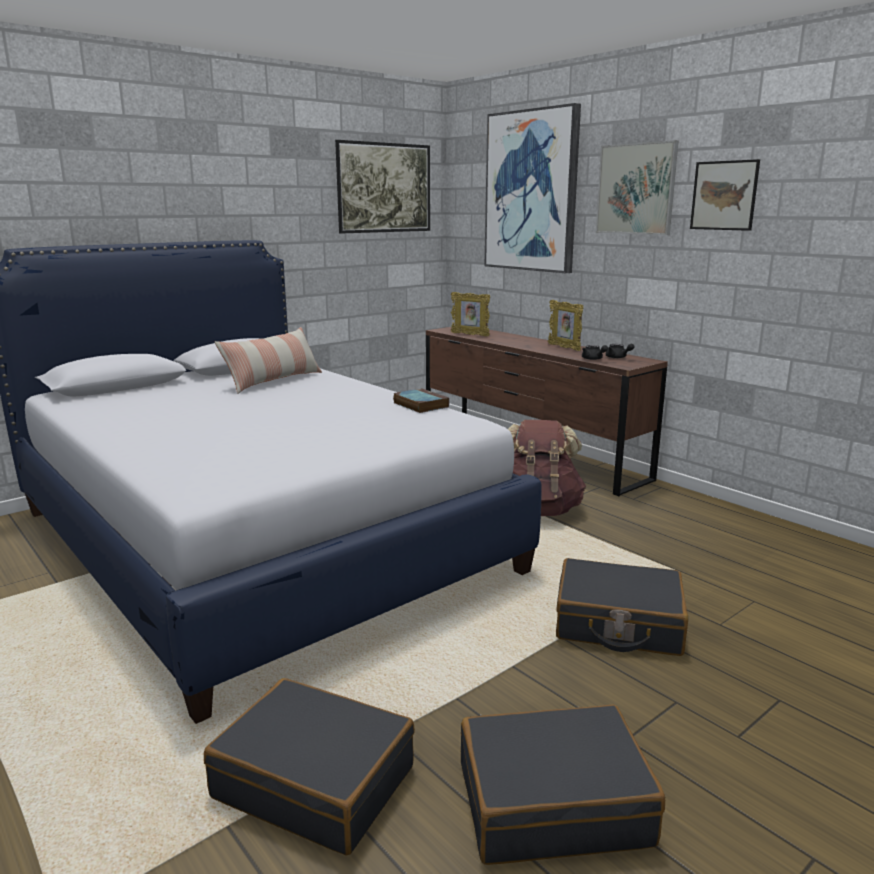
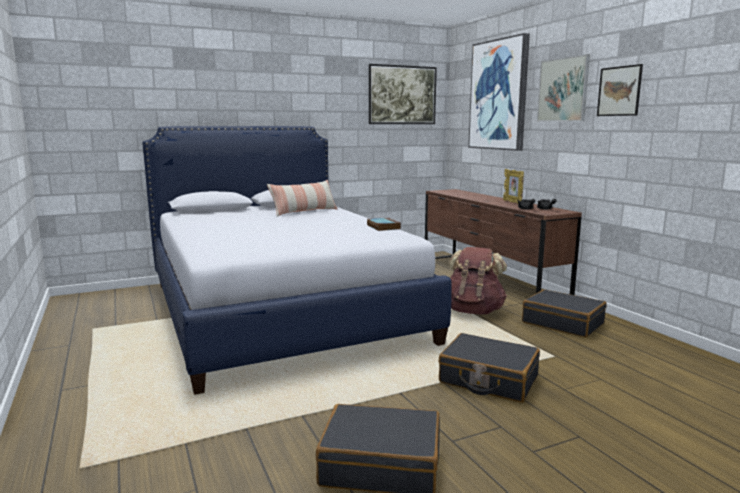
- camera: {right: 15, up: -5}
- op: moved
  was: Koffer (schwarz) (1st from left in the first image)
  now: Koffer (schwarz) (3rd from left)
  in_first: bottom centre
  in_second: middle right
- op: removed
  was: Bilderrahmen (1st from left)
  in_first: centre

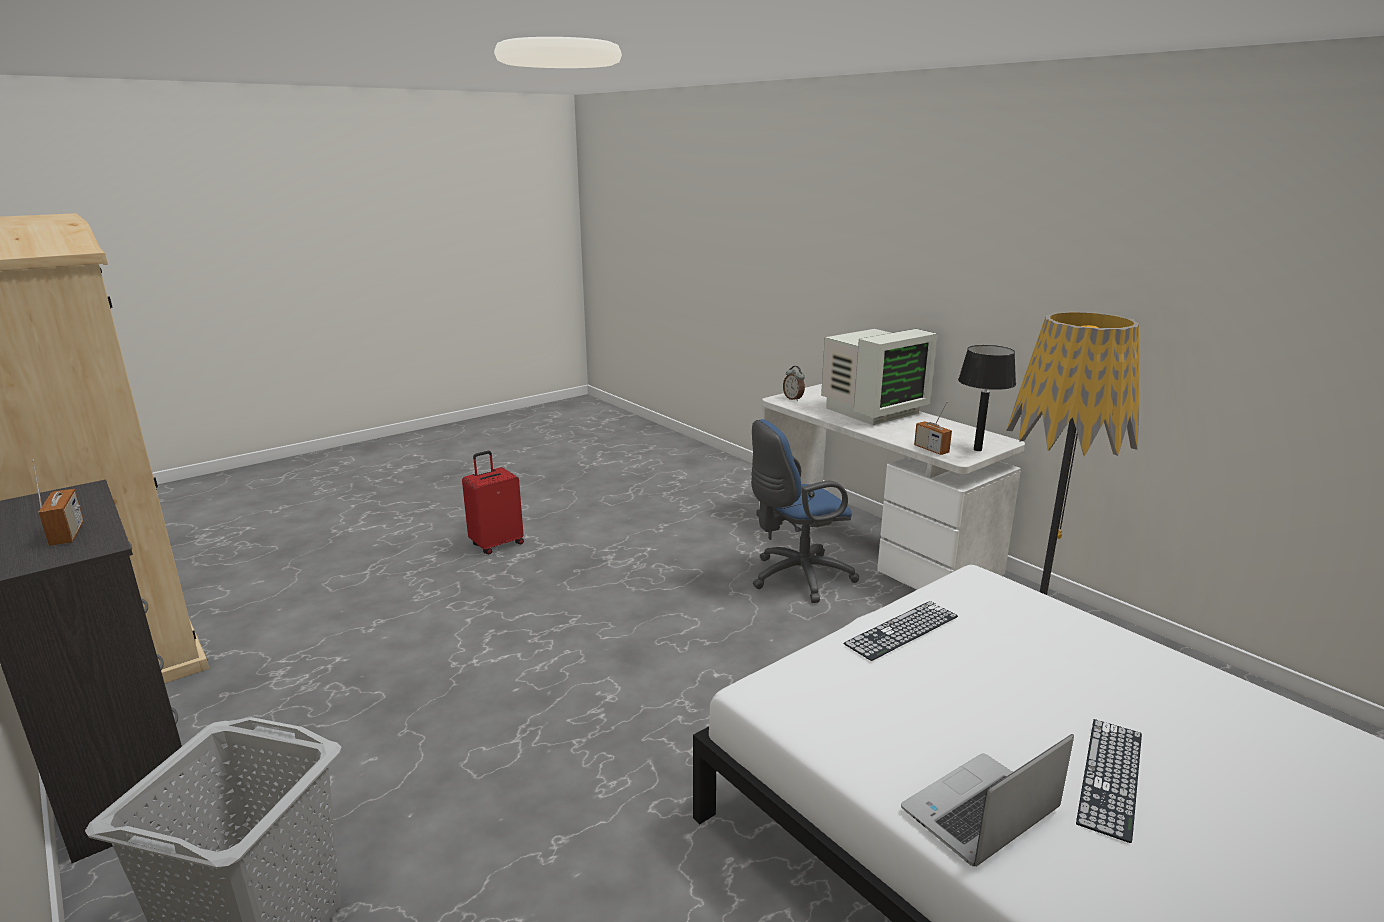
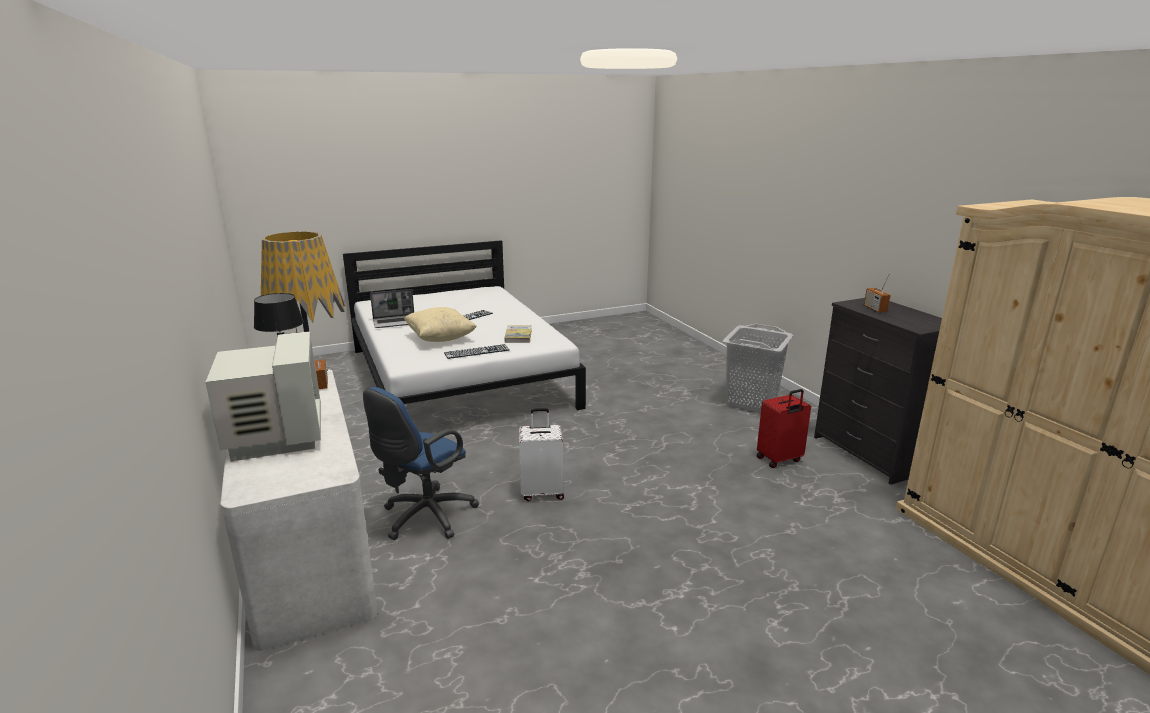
- camera: {right: -165, up: 0}
- op: turned
  was: Monitor
  in_first: centre
  in_second: middle left
  clockwise: 90
- op: turned
  was: Bürostuhl (blau)
  in_first: centre
  in_second: centre
  clockwise: 135
- op: moved
  was: Laptop
  in_first: bottom right
  in_second: centre
- op: added
  now: Kissen (beige)
  in_second: centre
- op: added
  now: Buch
  in_second: centre
- op: added
  now: Koffer (weiß)
  in_second: centre
- op: moved
  was: Koffer (rot)
  in_first: centre
  in_second: middle right
- op: removed
  was: Wecker
  in_first: centre

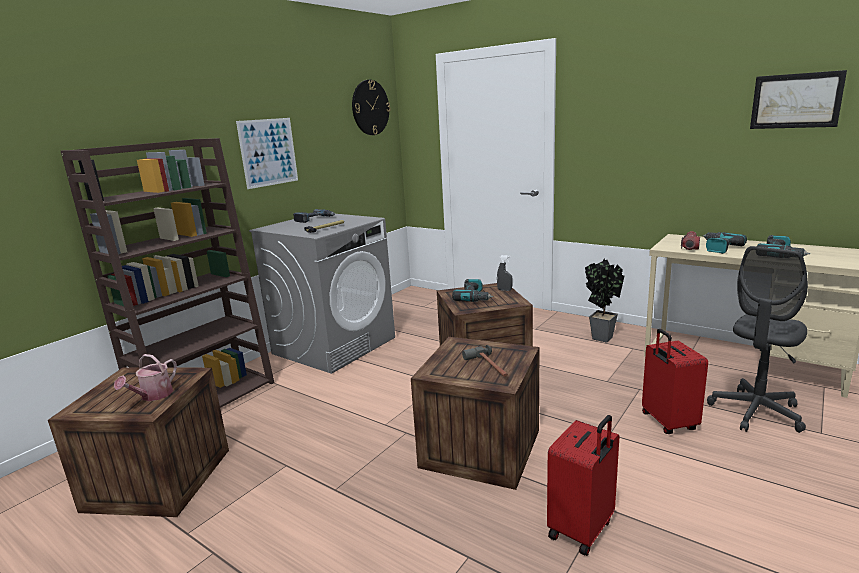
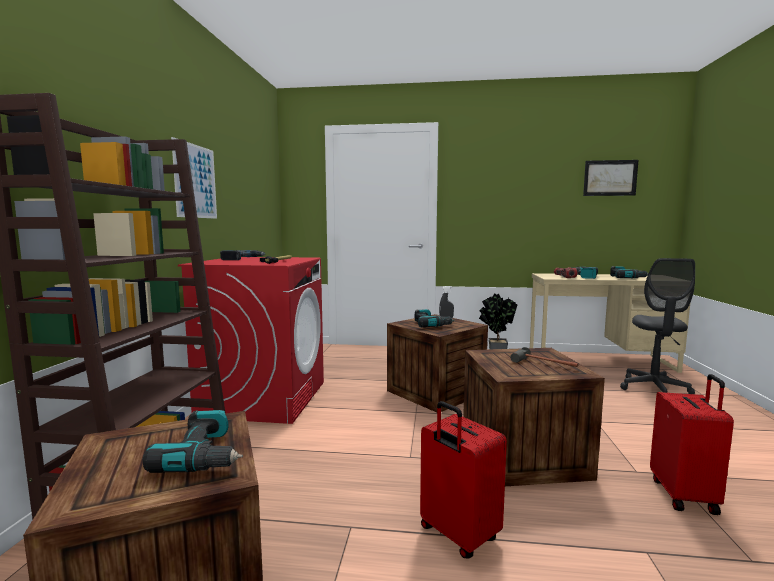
- camera: {right: -30, up: -10}
- op: replaced
  was: Gießkanne
  now: Bohrmaschine (1st from left)
  in_first: middle left
  in_second: bottom left
- op: recoloured
  was: Waschmaschine (grau)
  now: Waschmaschine (rot)
  in_first: centre
  in_second: middle left
- op: moved
  was: Koffer (rot) (2nd from left in the first image)
  now: Koffer (rot) (1st from left)
  in_first: middle right
  in_second: bottom centre
- op: removed
  was: Wanduhr
  in_first: top centre

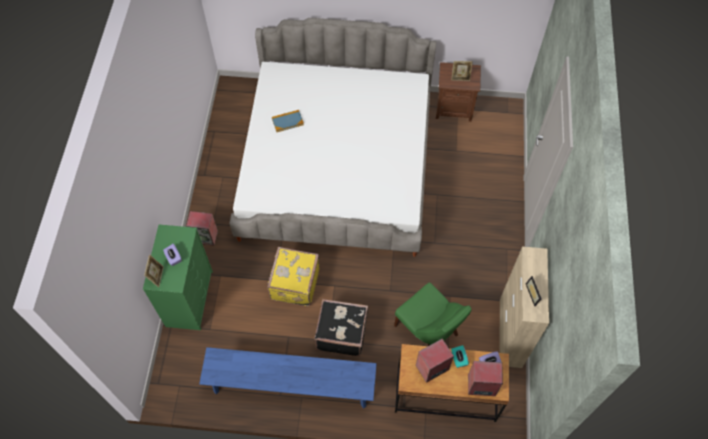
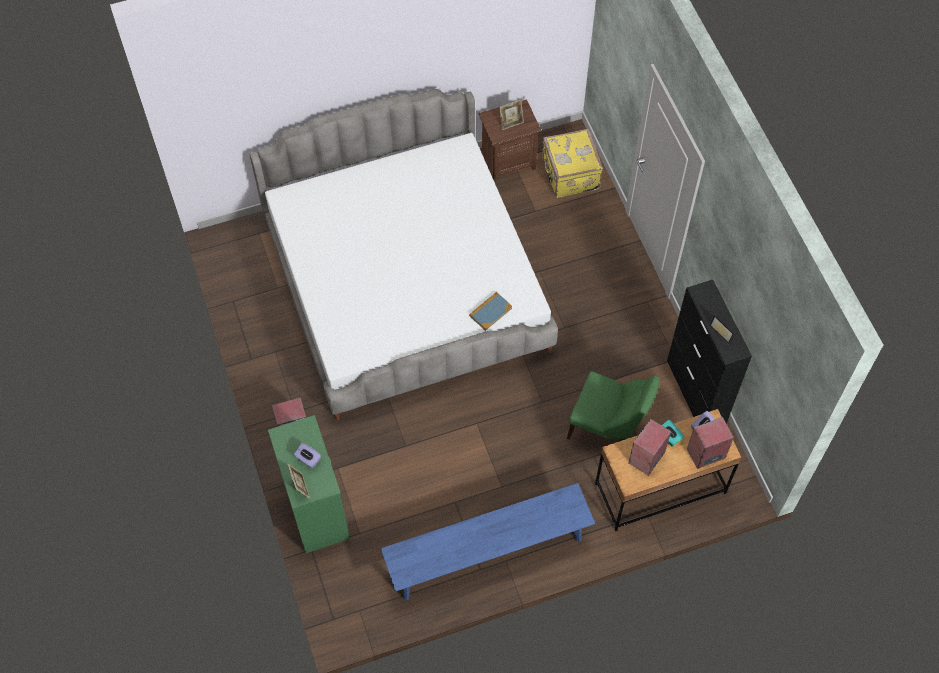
- camera: {right: -25, up: 0}
- op: moved
  was: Buch
  in_first: top centre
  in_second: centre
- op: moved
  was: Koffer (gelb)
  in_first: centre
  in_second: top centre
- op: recoloured
  was: Schrank (beige)
  now: Schrank (schwarz)
  in_first: bottom right
  in_second: middle right
- op: removed
  was: Koffer (schwarz)
  in_first: bottom centre

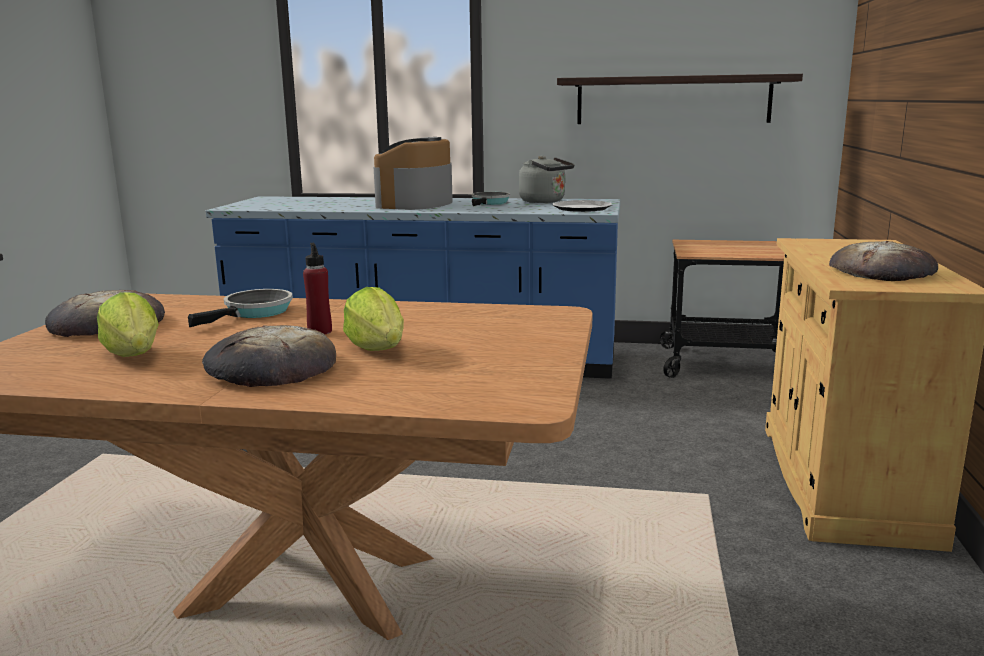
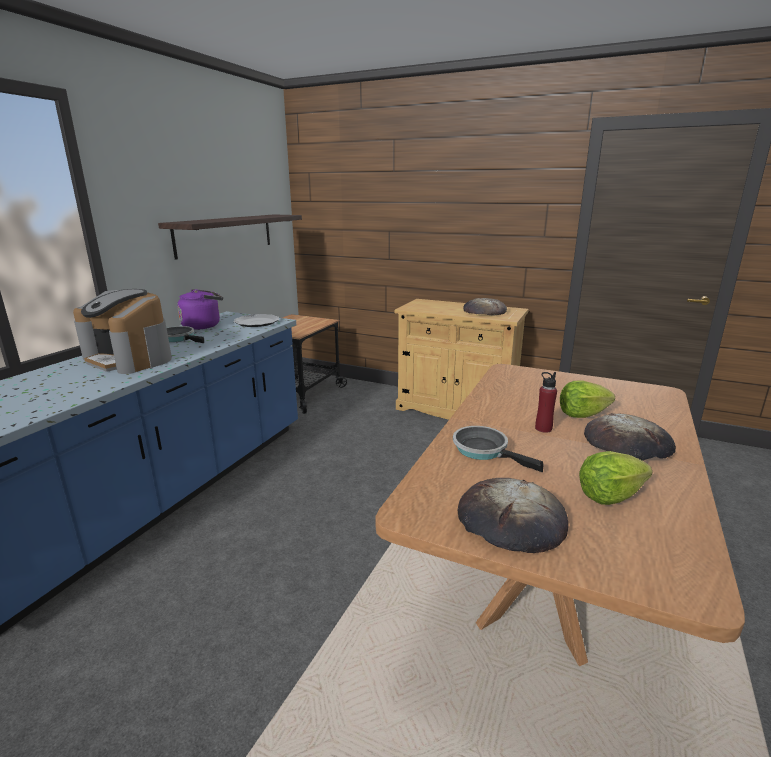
- camera: {right: -75, up: 5}
- op: recoloured
  was: Wasserkessel (grau)
  now: Wasserkessel (lila)
  in_first: top centre
  in_second: middle left

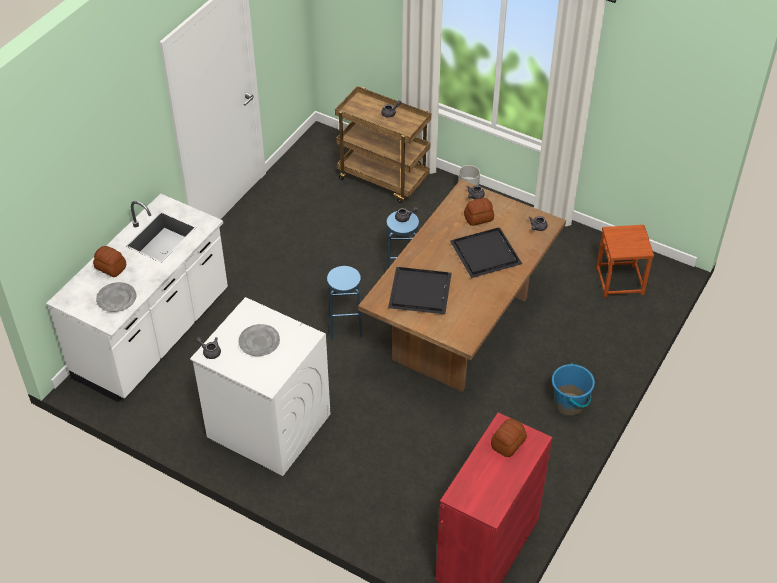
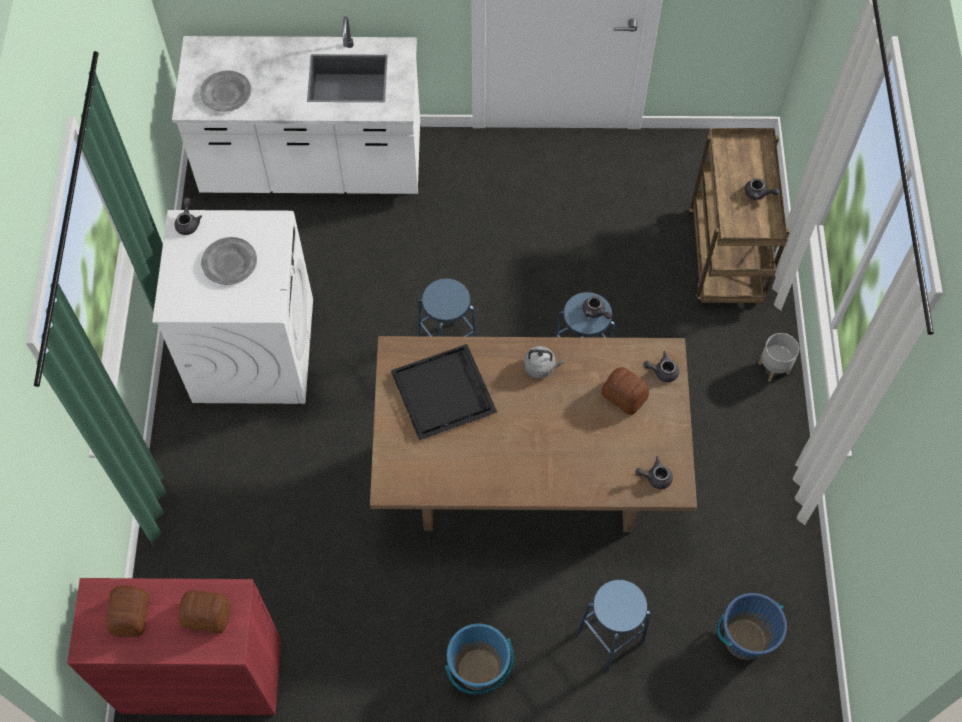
- camera: {right: 60, up: 15}
- op: moved
  was: Brot (1st from left)
  in_first: middle left
  in_second: bottom left
- op: added
  now: Wasserkessel (grau)
  in_second: centre
- op: added
  now: Hocker (blau) (3rd from left)
  in_second: bottom centre
- op: replaced
  was: Hocker (braun)
  now: Eimer (blau) (2nd from left)
  in_first: middle right
  in_second: bottom right
- op: removed
  was: Tablett (schwarz) (2nd from left)
  in_first: centre

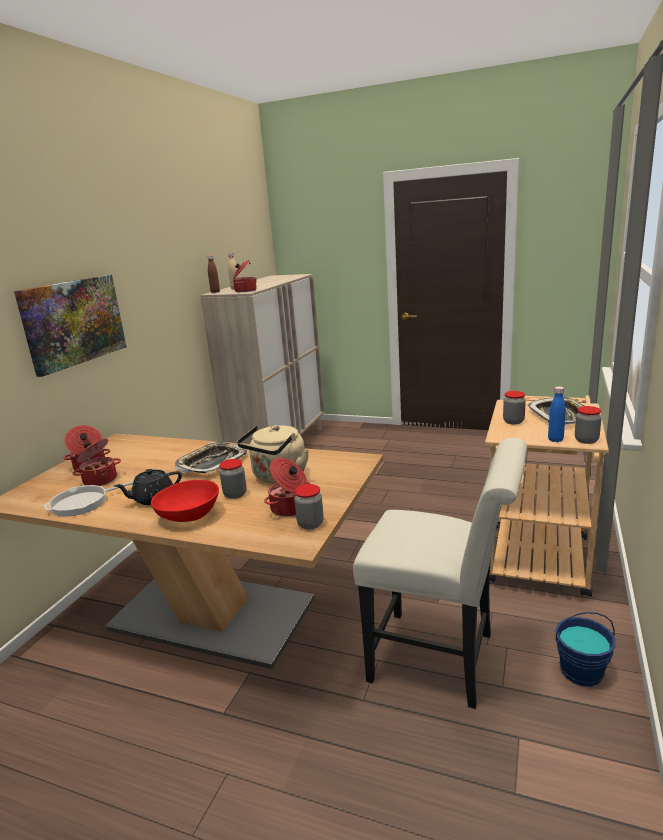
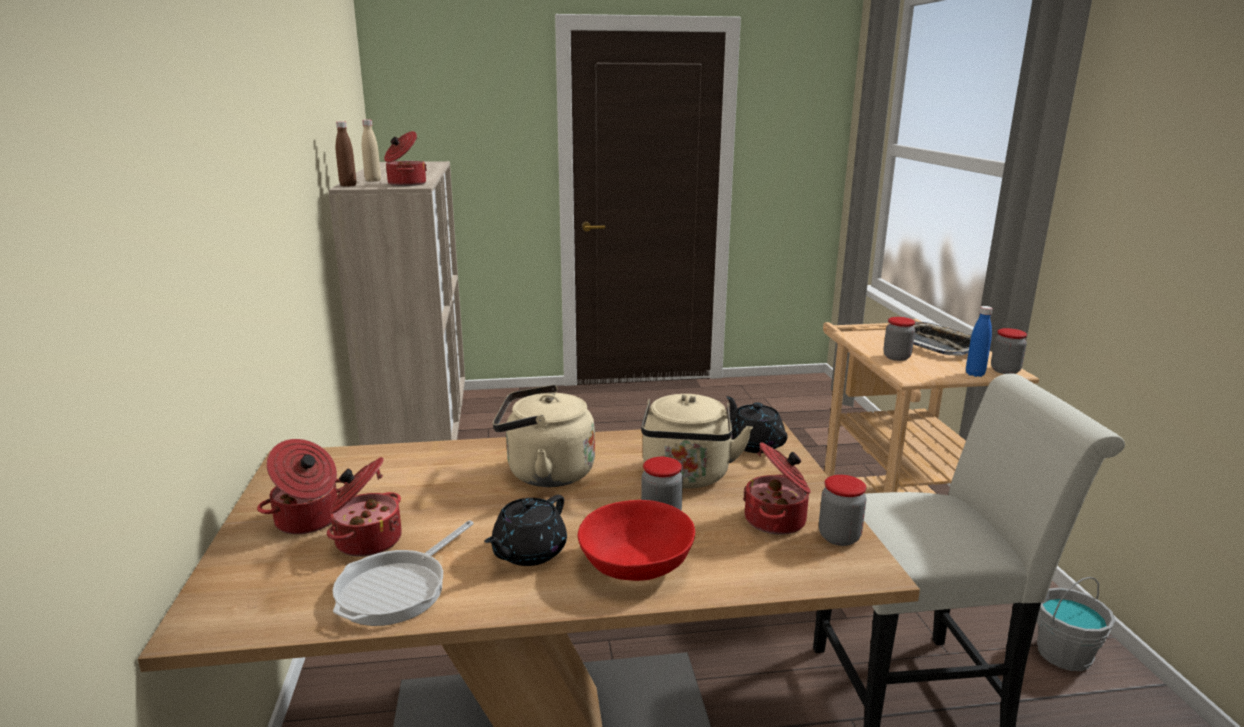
- camera: {right: -30, up: 0}
- op: replaced
  was: Tablett (1st from left)
  now: Wasserkessel (beige) (1st from left)
  in_first: middle left
  in_second: centre
- op: added
  now: Teekanne (schwarz) (2nd from left)
  in_second: centre
- op: recoloured
  was: Eimer (blau)
  now: Eimer (grau)
  in_first: bottom right
  in_second: bottom right
- op: removed
  was: Bild
  in_first: middle left

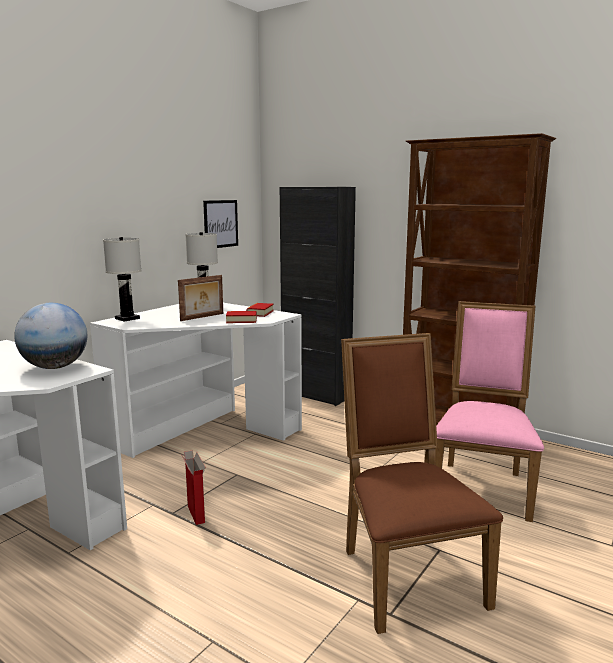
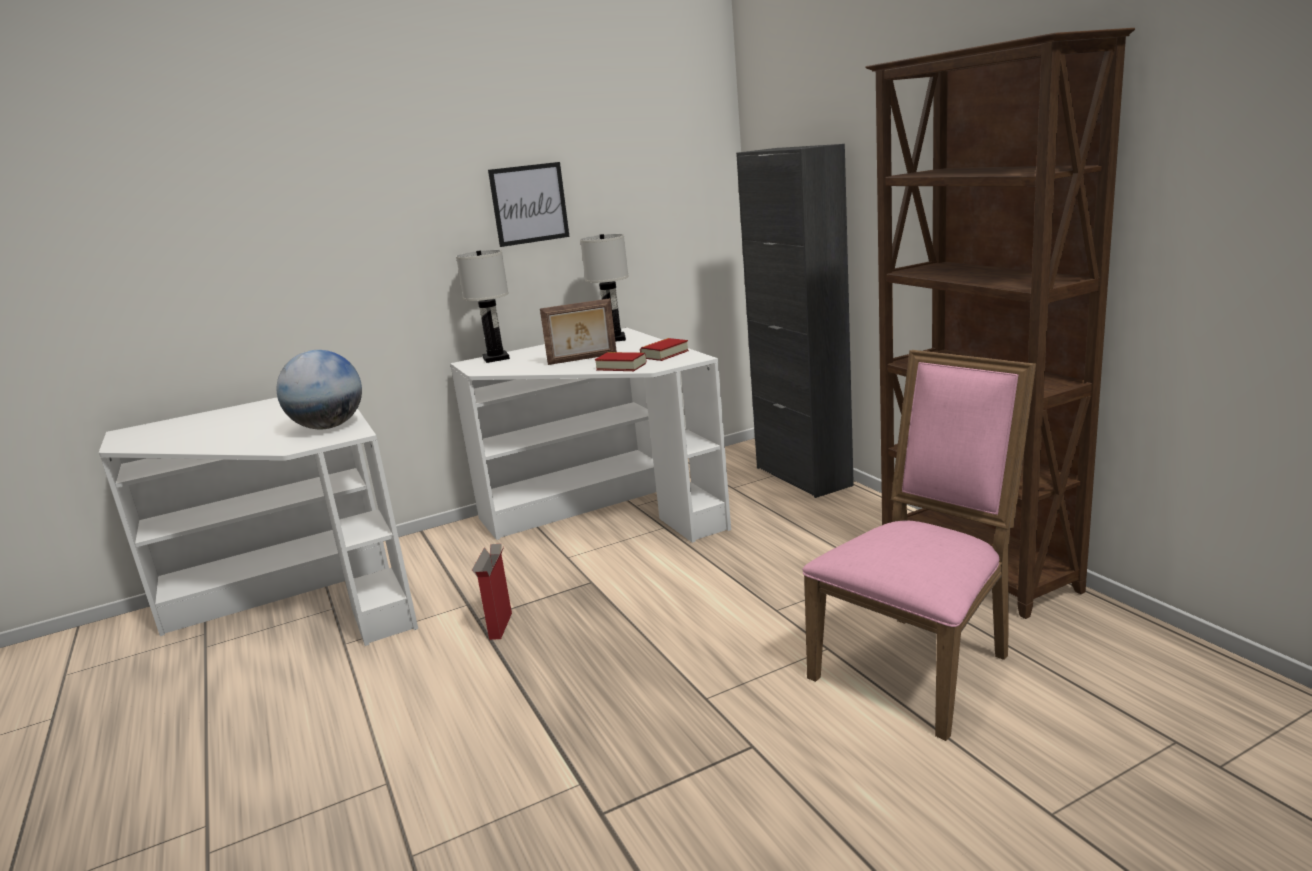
- camera: {right: 30, up: 5}
- op: moved
  was: Bild
  in_first: centre
  in_second: top centre
- op: removed
  was: Stuhl (braun)
  in_first: bottom right

